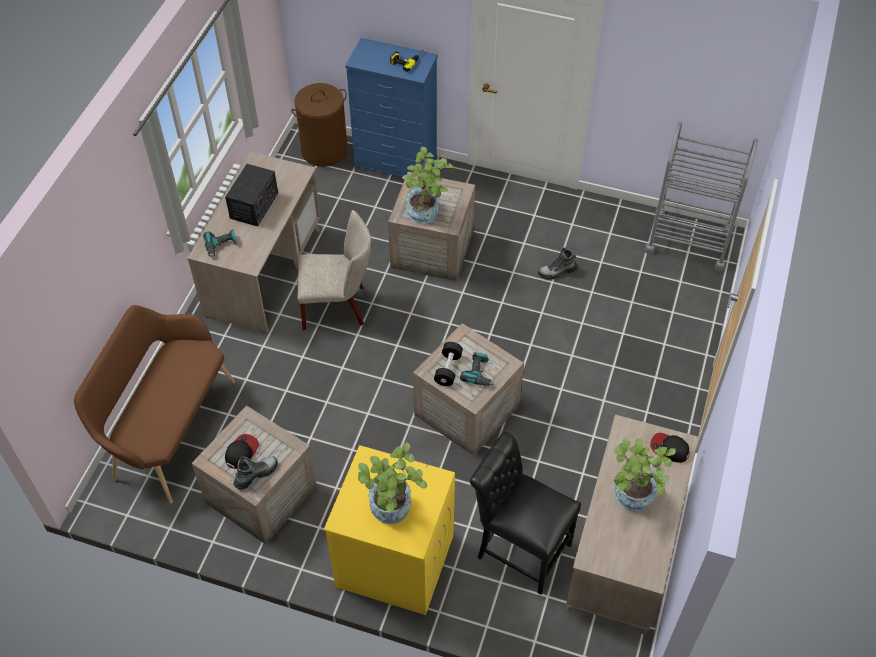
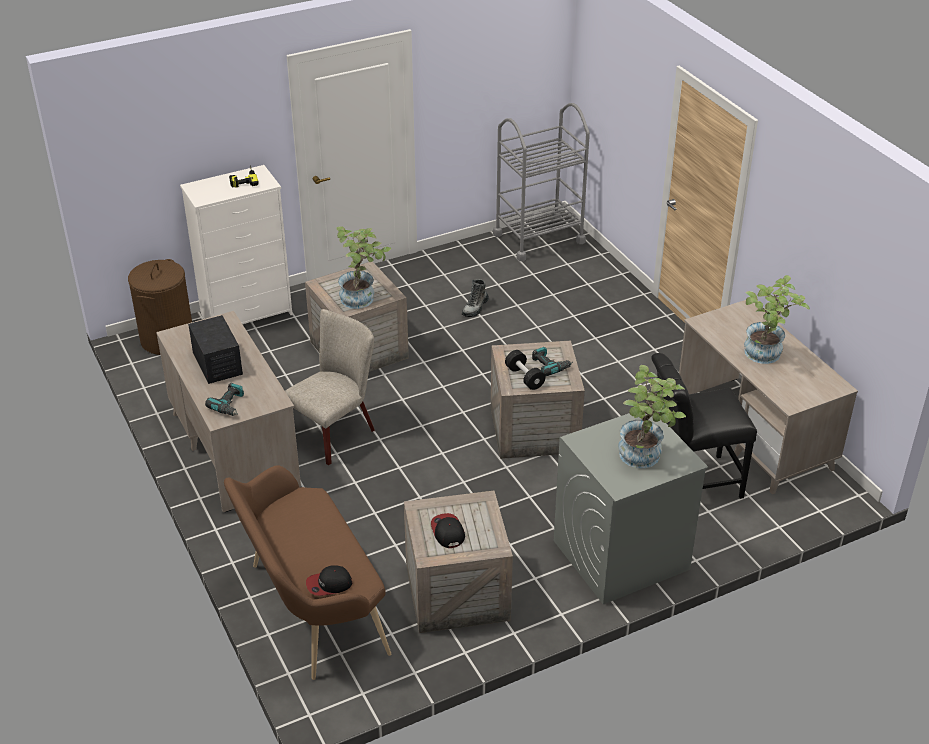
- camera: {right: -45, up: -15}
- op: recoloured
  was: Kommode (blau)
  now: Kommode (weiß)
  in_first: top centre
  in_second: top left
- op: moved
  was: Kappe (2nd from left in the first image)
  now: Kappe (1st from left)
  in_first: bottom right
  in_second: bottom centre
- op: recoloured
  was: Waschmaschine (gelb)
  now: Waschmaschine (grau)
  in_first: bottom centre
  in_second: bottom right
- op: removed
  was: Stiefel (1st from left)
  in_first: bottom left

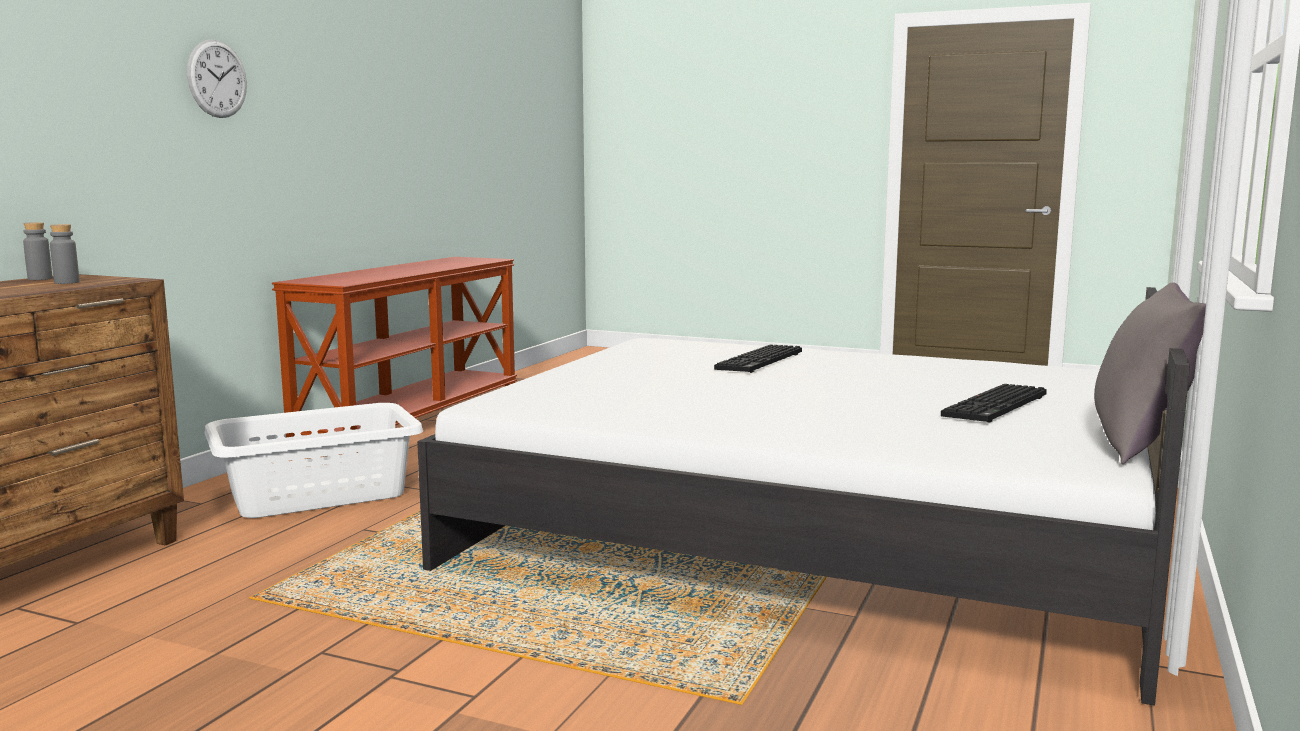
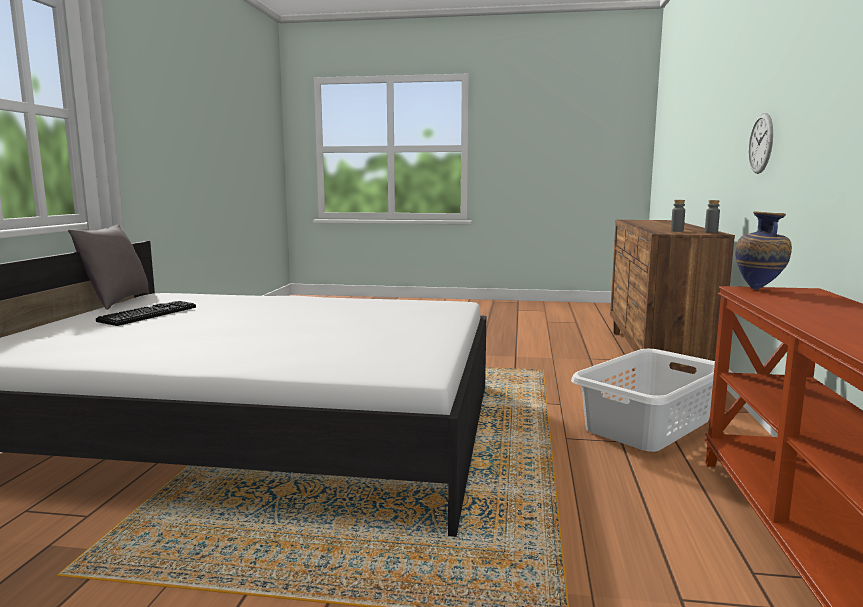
- camera: {right: 165, up: 0}
- op: added
  now: Vase
  in_second: middle right
- op: moved
  was: Wanduhr
  in_first: top left
  in_second: top right
- op: removed
  was: Tastatur (1st from left)
  in_first: centre

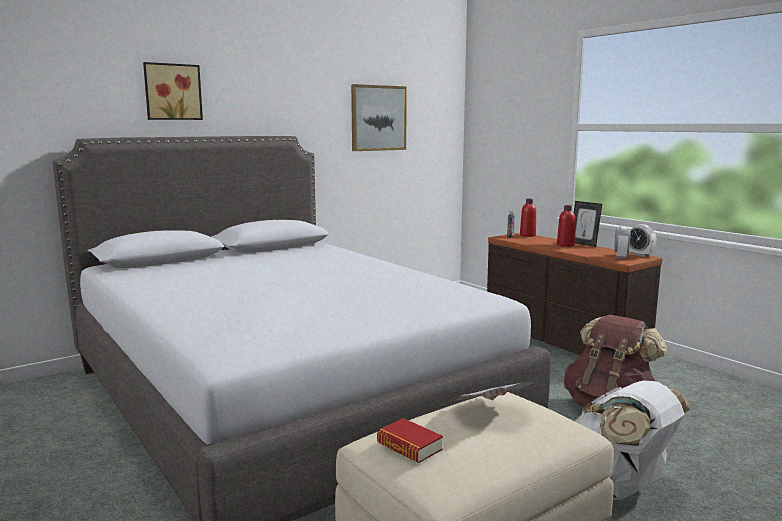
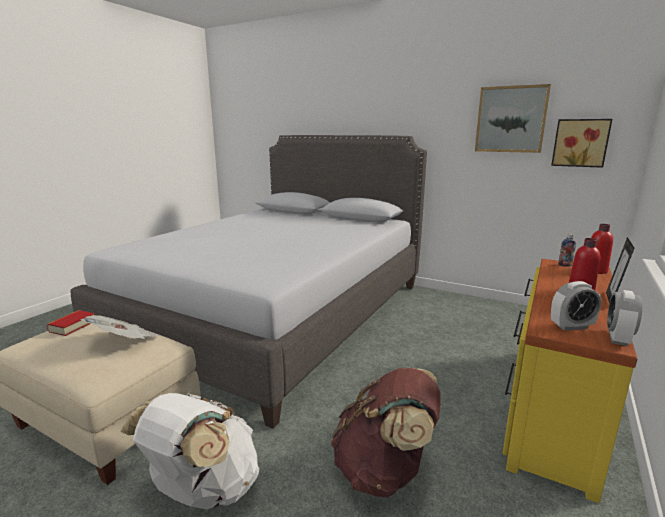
- camera: {right: 65, up: 5}
- op: recoloured
  was: Kommode (braun)
  now: Kommode (gelb)
  in_first: middle right
  in_second: bottom right
- op: moved
  was: Bild (1st from left in the first image)
  now: Bild (2nd from left)
  in_first: top left
  in_second: top right

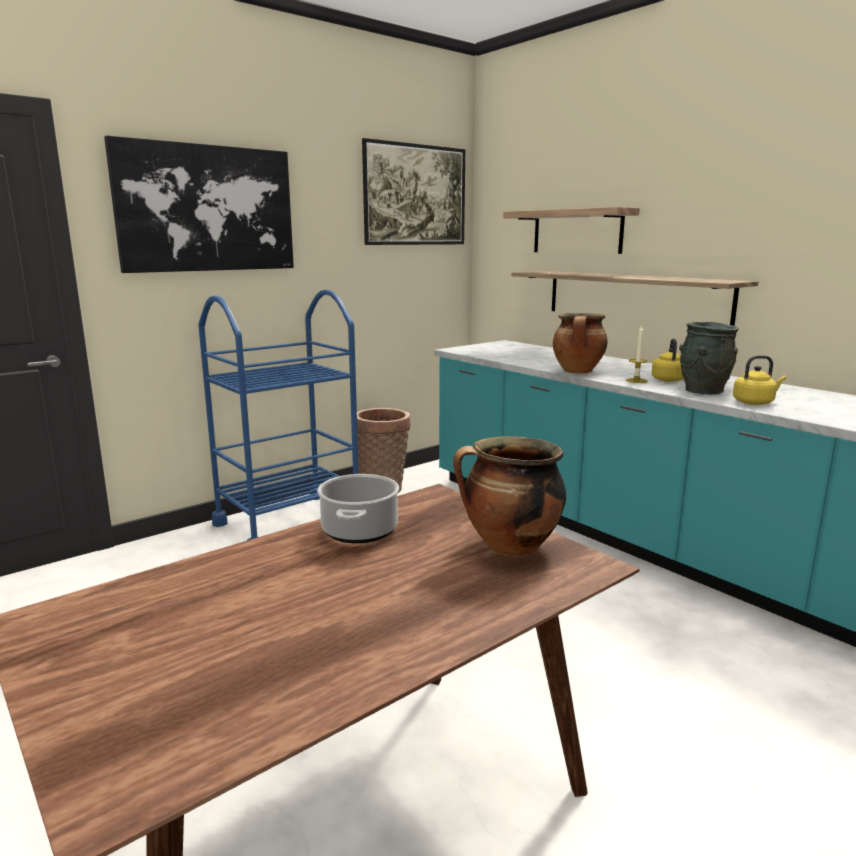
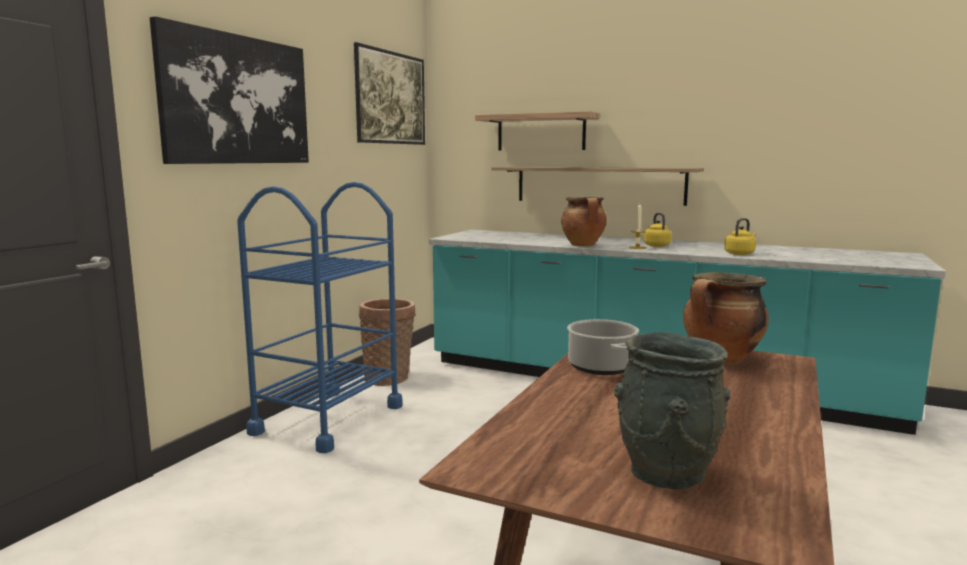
- camera: {right: -25, up: -5}
- op: moved
  was: Vase (grau)
  in_first: middle right
  in_second: bottom right

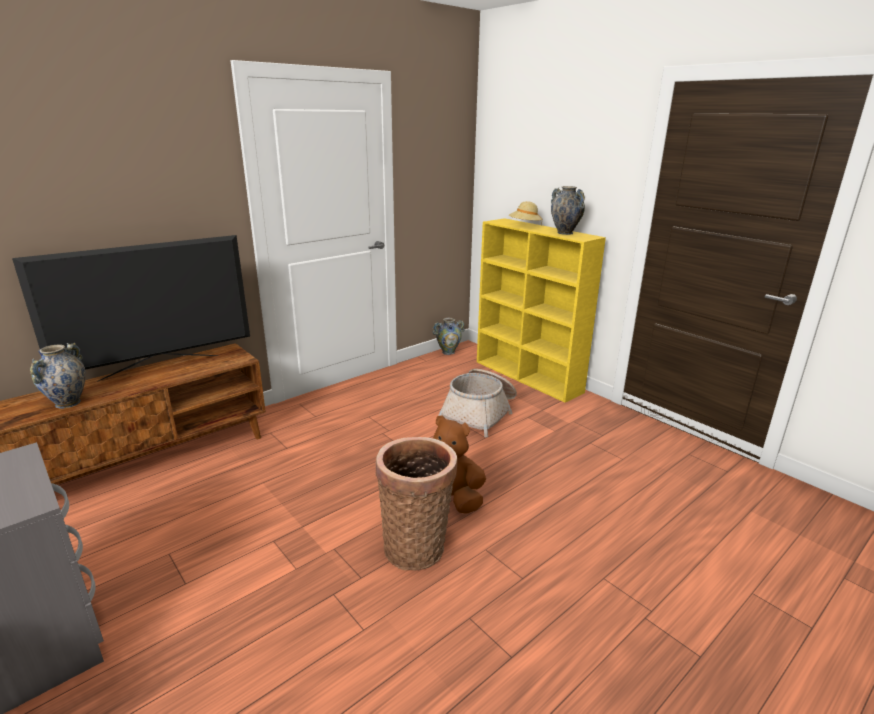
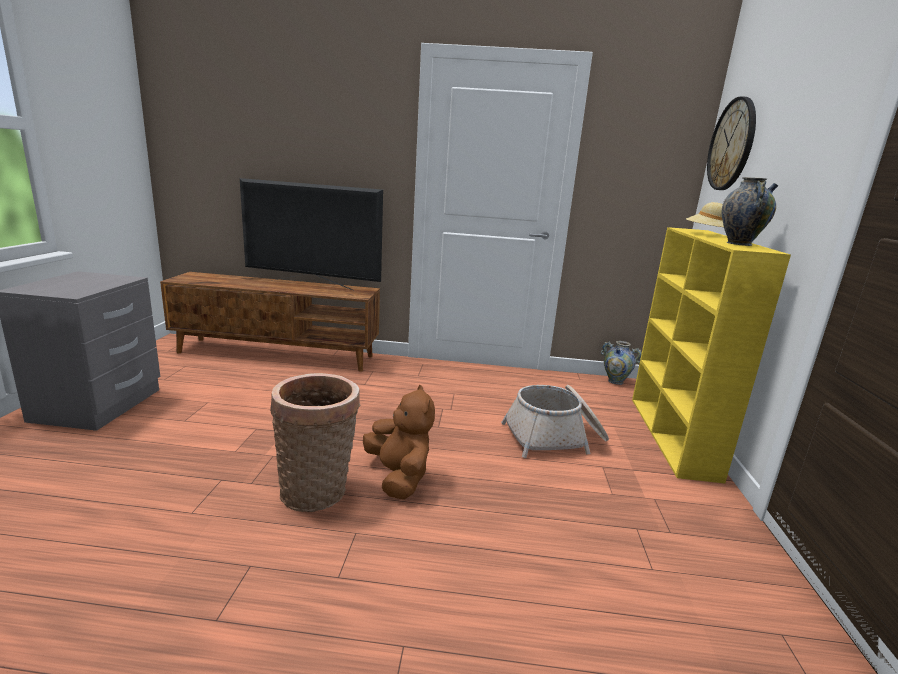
- camera: {right: 45, up: -5}
- op: added
  now: Wanduhr
  in_second: top right
- op: removed
  was: Vase (1st from left)
  in_first: middle left

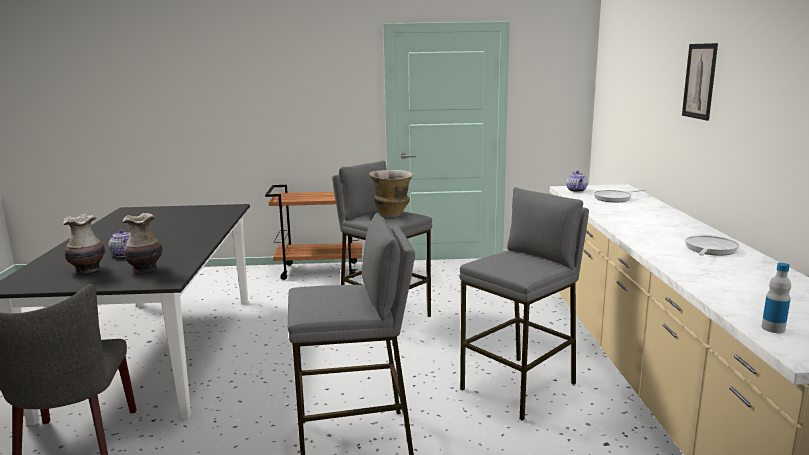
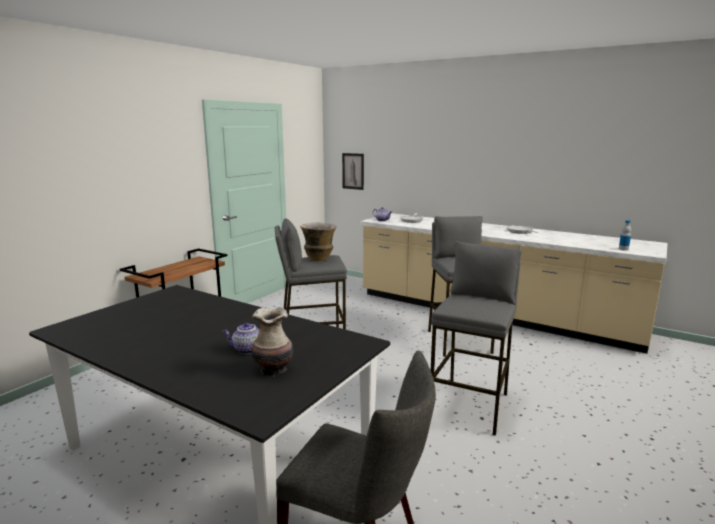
- camera: {right: -55, up: 0}
- op: moved
  was: Bild
  in_first: top right
  in_second: top centre
- op: removed
  was: Vase (2nd from left)
  in_first: middle left

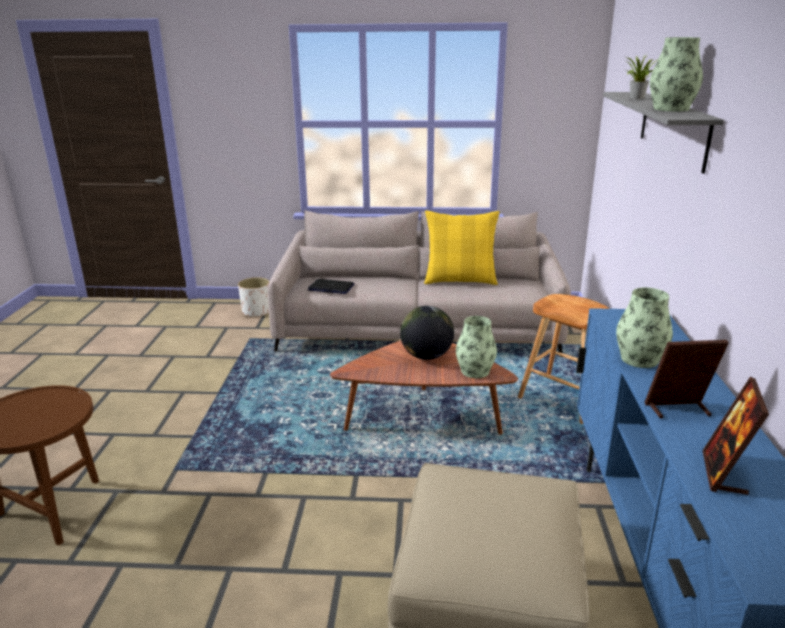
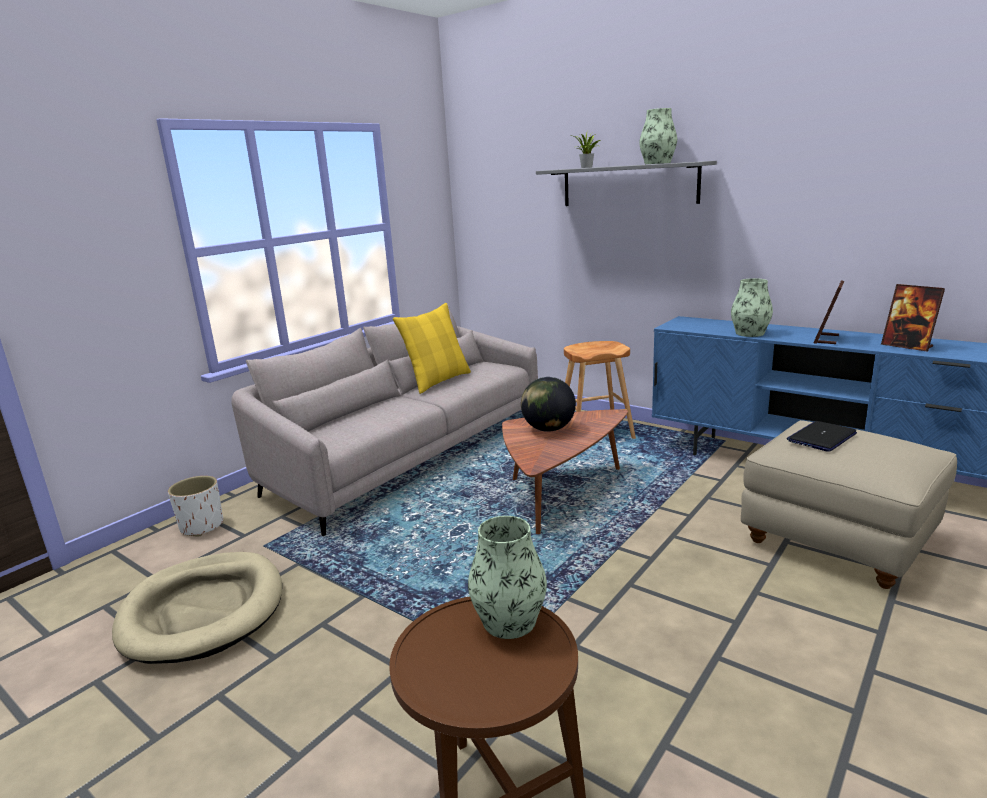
- camera: {right: -55, up: -5}
- op: added
  now: Hundebett (beige)
  in_second: bottom left
- op: moved
  was: Vase (1st from left)
  in_first: centre
  in_second: bottom centre
- op: moved
  was: Laptop
  in_first: centre
  in_second: middle right

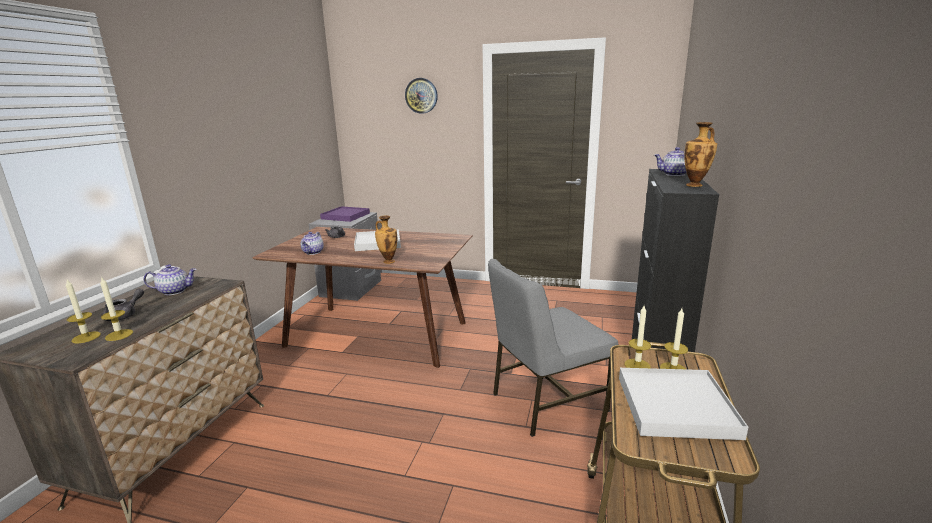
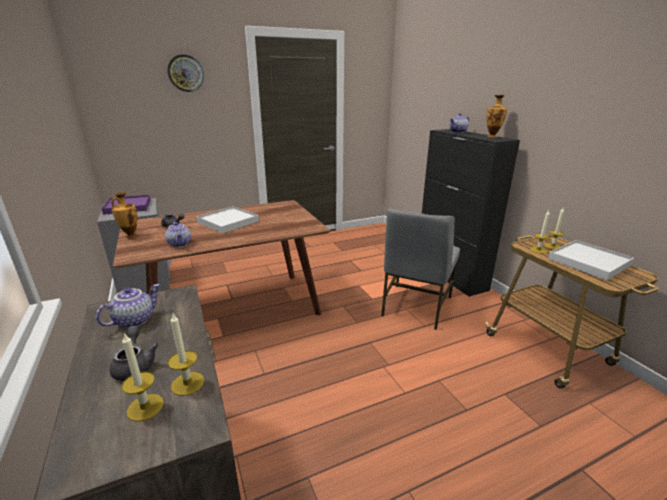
- camera: {right: -40, up: 5}
- op: moved
  was: Vase (1st from left)
  in_first: centre
  in_second: middle left

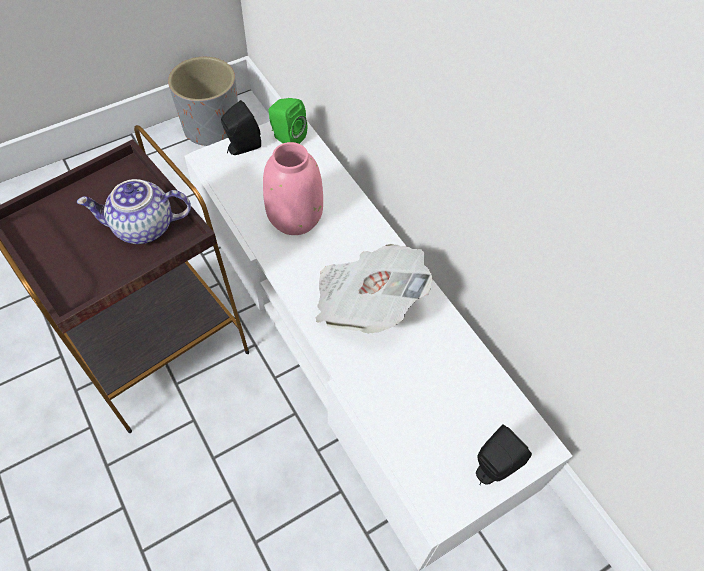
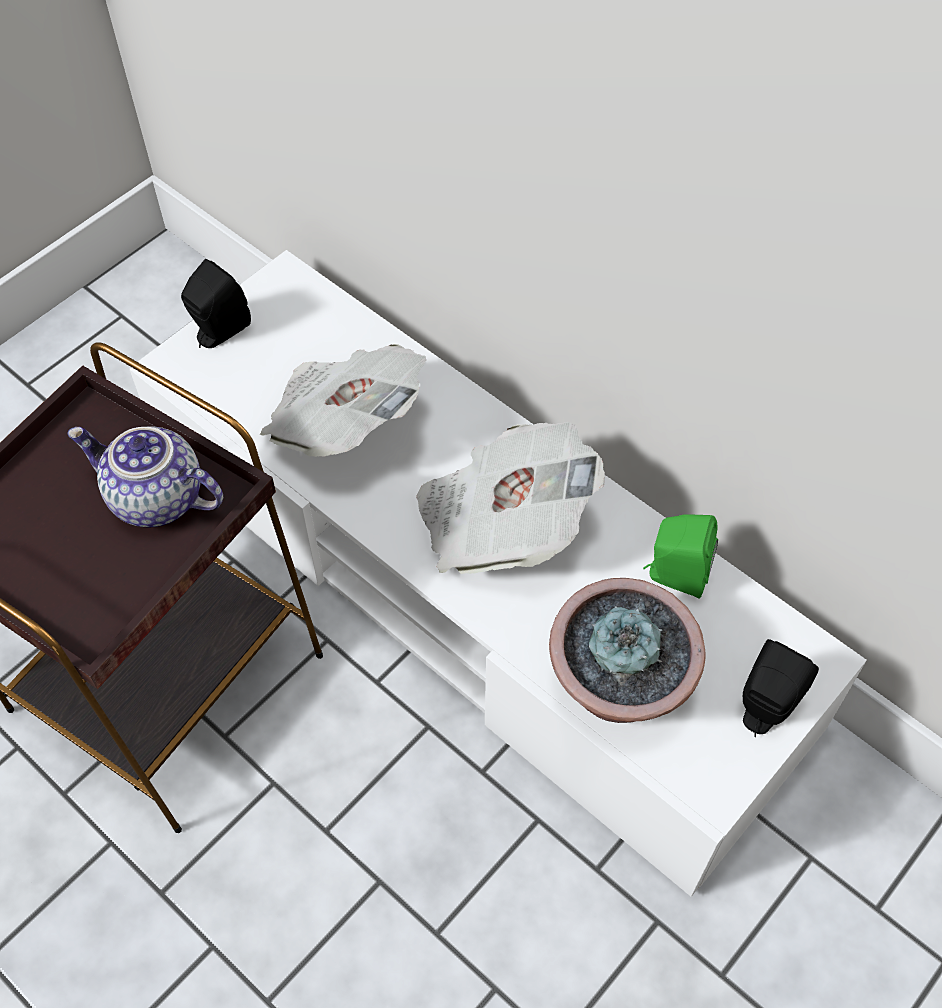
- camera: {right: -15, up: 0}
- op: turned
  was: Teekanne
  in_first: middle left
  in_second: middle left
  clockwise: 45
- op: replaced
  was: Vase (rosa)
  now: Zeitung (1st from left)
  in_first: top centre
  in_second: centre
- op: added
  now: Topfpflanze
  in_second: centre
- op: moved
  was: Lautsprecher (grün)
  in_first: top centre
  in_second: middle right
- op: removed
  was: Pflanzkübel (grau)
  in_first: top left

